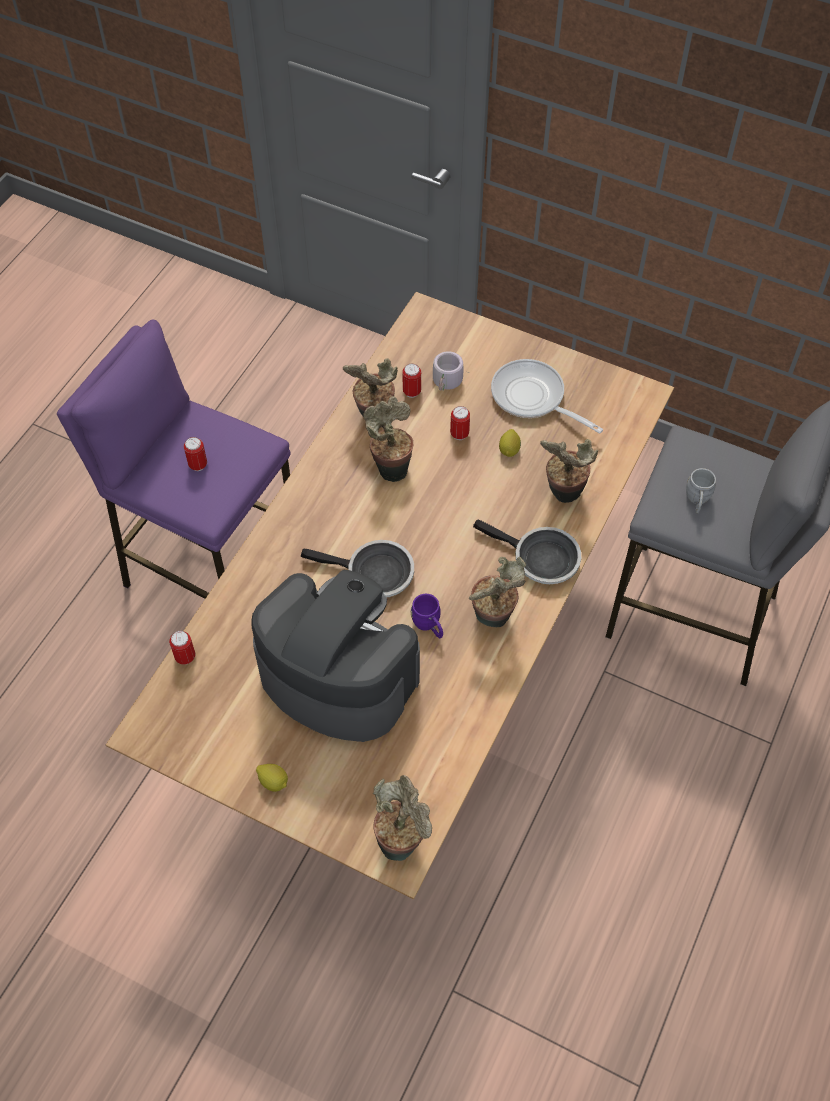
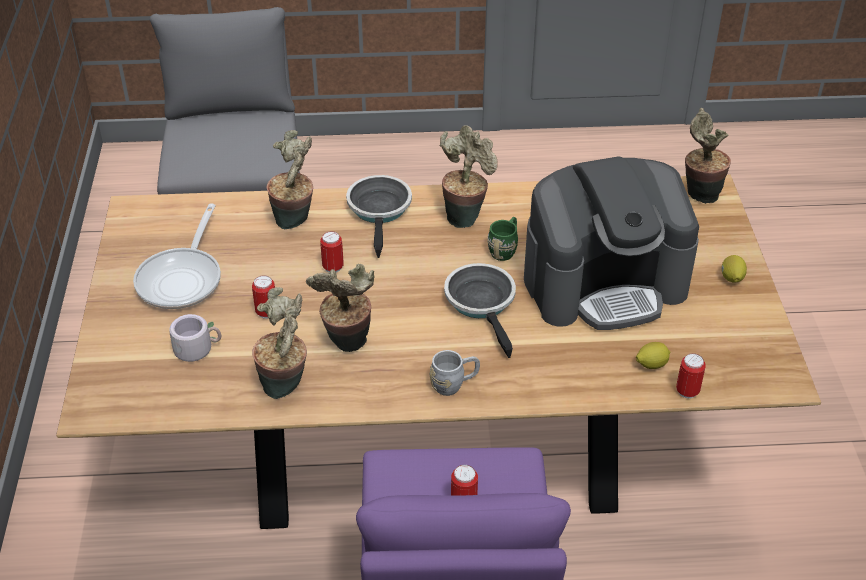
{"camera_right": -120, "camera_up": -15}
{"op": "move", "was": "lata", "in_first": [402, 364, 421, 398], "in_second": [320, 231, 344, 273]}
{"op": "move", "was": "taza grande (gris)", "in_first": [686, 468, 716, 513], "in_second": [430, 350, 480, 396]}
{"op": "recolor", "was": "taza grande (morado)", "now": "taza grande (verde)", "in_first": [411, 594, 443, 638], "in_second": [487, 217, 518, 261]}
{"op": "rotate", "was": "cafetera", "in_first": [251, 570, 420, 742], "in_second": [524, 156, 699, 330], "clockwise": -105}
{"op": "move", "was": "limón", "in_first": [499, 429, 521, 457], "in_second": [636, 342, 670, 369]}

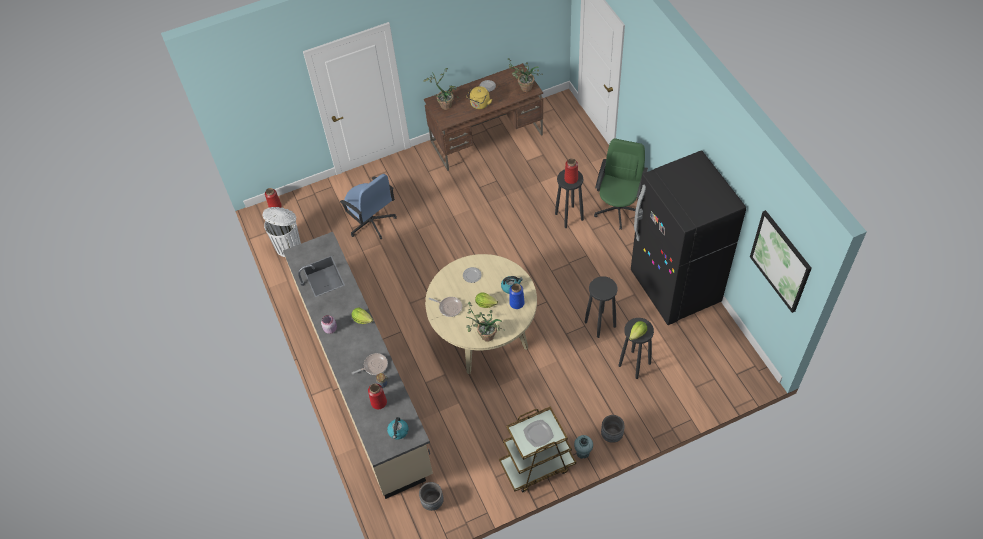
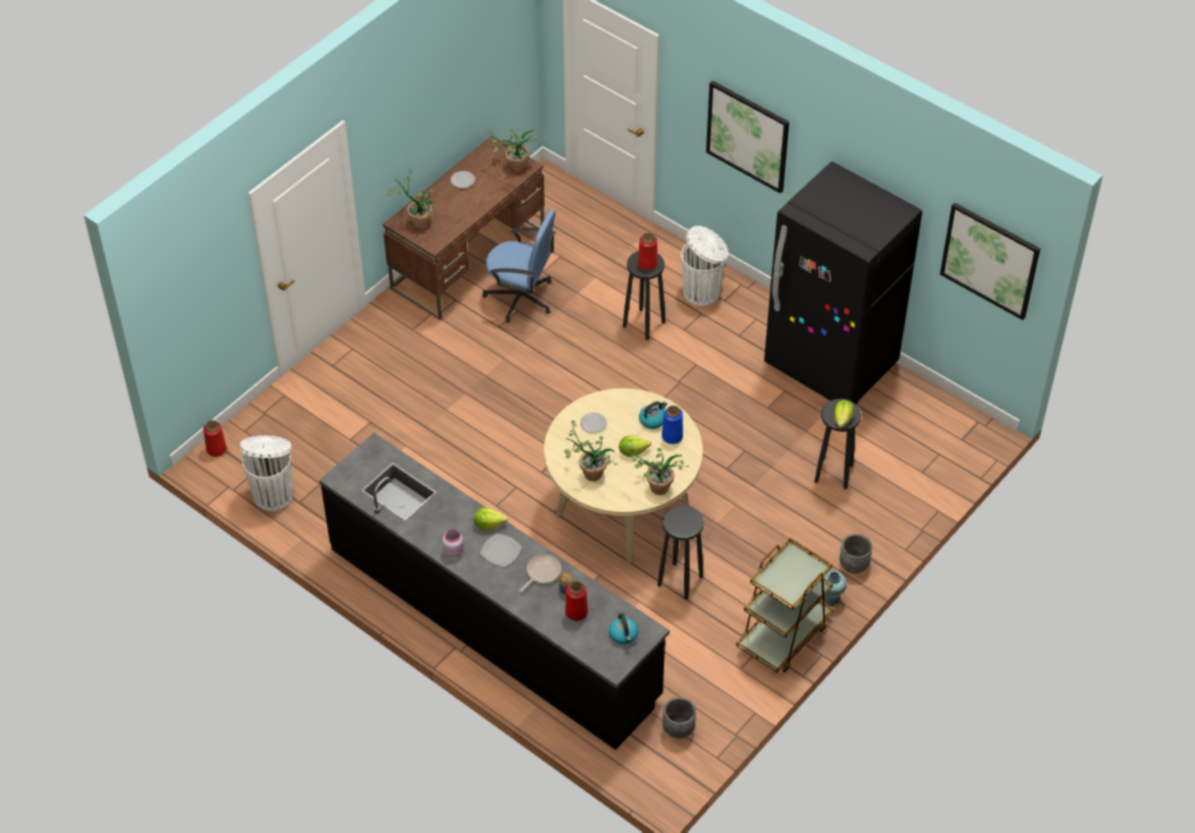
{"camera_right": -30, "camera_up": -5}
{"op": "recolor", "was": "mueble bajo de cocina (beis)", "now": "mueble bajo de cocina (negro)", "in_first": [283, 232, 433, 499], "in_second": [319, 433, 670, 750]}
{"op": "move", "was": "plato", "in_first": [523, 420, 554, 447], "in_second": [480, 533, 522, 567]}
{"op": "move", "was": "silla de oficina (azul)", "in_first": [340, 174, 397, 240], "in_second": [482, 209, 556, 323]}
{"op": "replace", "was": "sartén", "now": "planta en maceta", "in_first": [429, 297, 462, 317], "in_second": [564, 420, 618, 481]}
{"op": "move", "was": "taburete (negro)", "in_first": [584, 276, 617, 338], "in_second": [657, 505, 704, 600]}
{"op": "replace", "was": "silla de oficina (verde)", "now": "papelera (blanco)", "in_first": [594, 138, 648, 230], "in_second": [681, 226, 728, 306]}
{"op": "insert", "now": "cuadro", "in_second": [706, 81, 789, 194]}
{"op": "delete", "was": "hervidor (amarillo)", "in_first": [466, 86, 492, 109]}

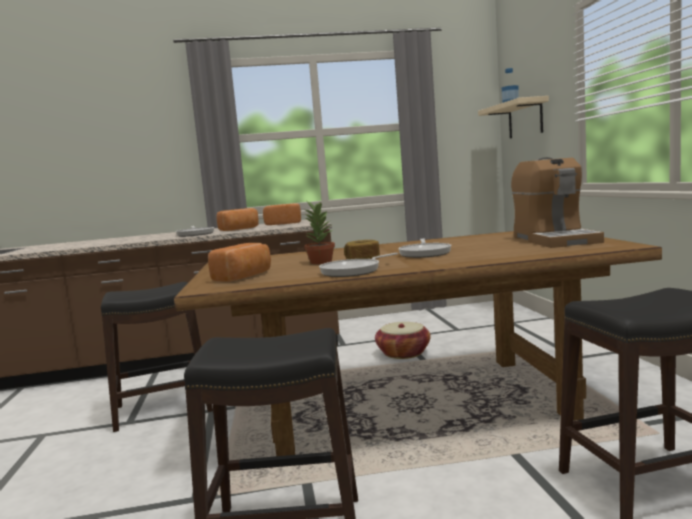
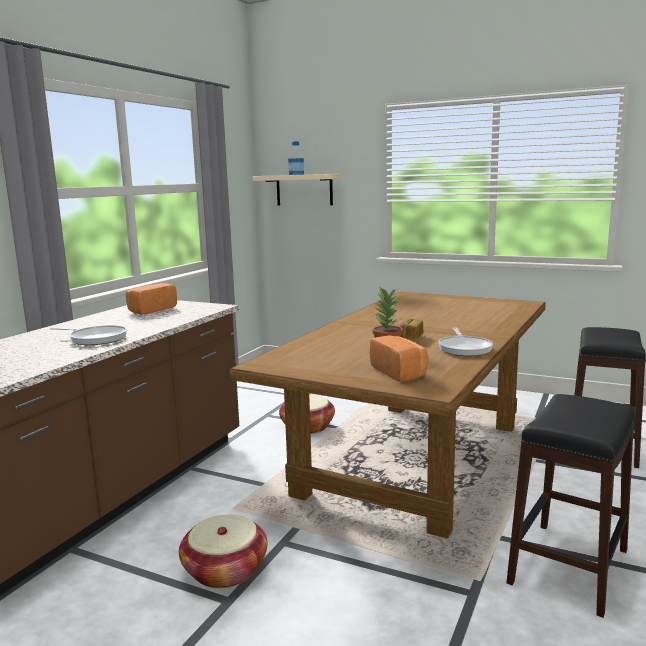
{"camera_right": -55, "camera_up": 5}
{"op": "replace", "was": "taburete (negro)", "now": "cesta", "in_first": [101, 282, 213, 432], "in_second": [179, 515, 268, 588]}
{"op": "delete", "was": "pan", "in_first": [217, 208, 259, 231]}
{"op": "delete", "was": "sartén", "in_first": [398, 239, 451, 258]}
{"op": "delete", "was": "cafetera", "in_first": [511, 157, 604, 248]}

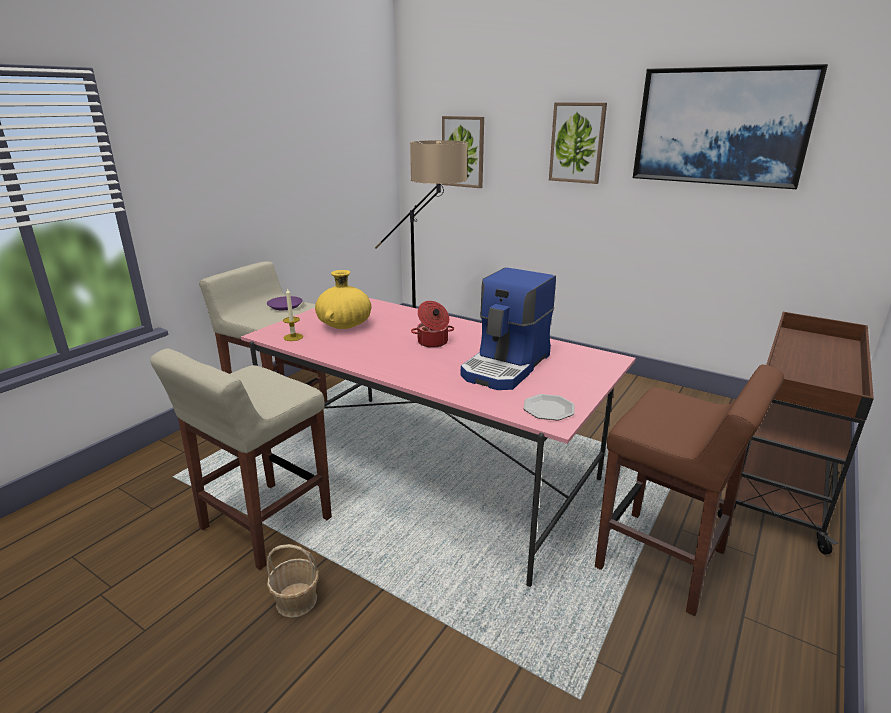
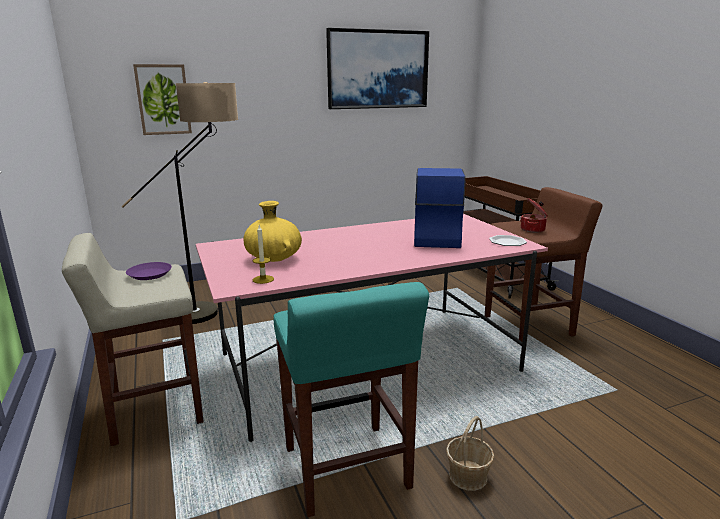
{"camera_right": -55, "camera_up": -5}
{"op": "recolor", "was": "taburete (beis)", "now": "taburete (turquesa)", "in_first": [150, 348, 332, 570], "in_second": [273, 282, 429, 517]}
{"op": "rotate", "was": "cafetera", "in_first": [461, 268, 556, 390], "in_second": [414, 168, 466, 248], "clockwise": -150}
{"op": "move", "was": "olla", "in_first": [411, 301, 454, 348], "in_second": [520, 198, 547, 233]}
{"op": "delete", "was": "cuadro", "in_first": [549, 102, 607, 184]}

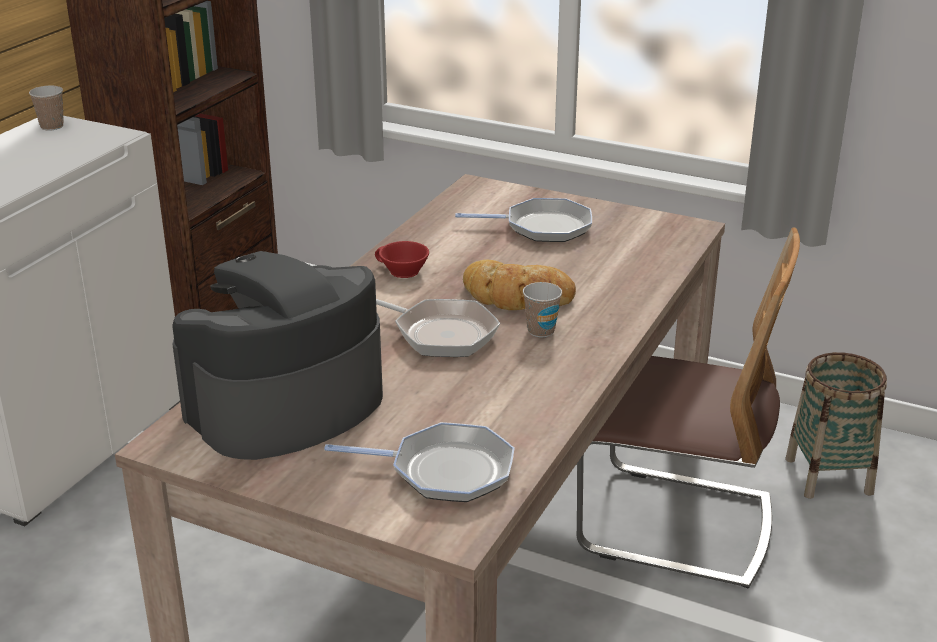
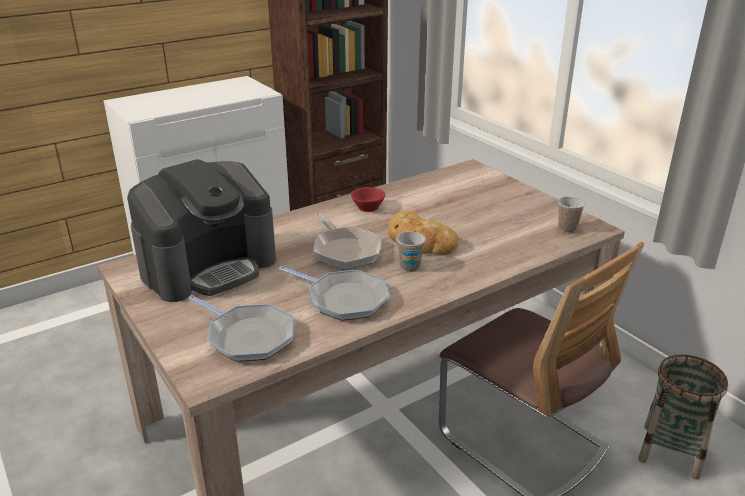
{"camera_right": 30, "camera_up": 0}
{"op": "rotate", "was": "cafetera", "in_first": [172, 251, 383, 460], "in_second": [127, 159, 276, 302], "clockwise": 150}
{"op": "move", "was": "sartén", "in_first": [455, 198, 592, 242], "in_second": [279, 266, 390, 321]}
{"op": "move", "was": "taza", "in_first": [29, 86, 64, 131], "in_second": [558, 196, 585, 233]}

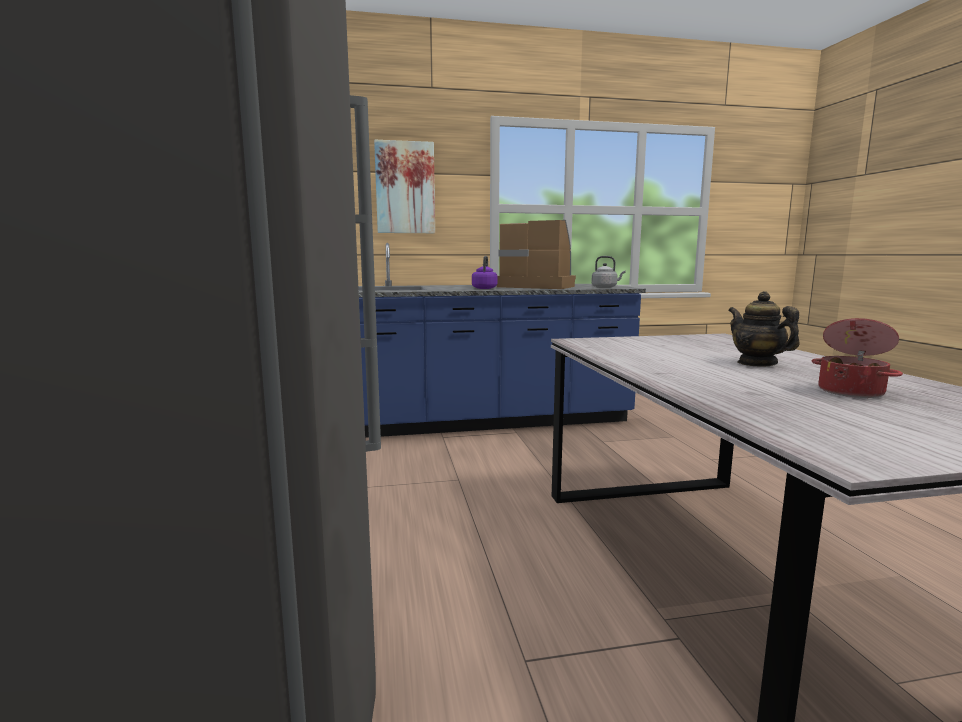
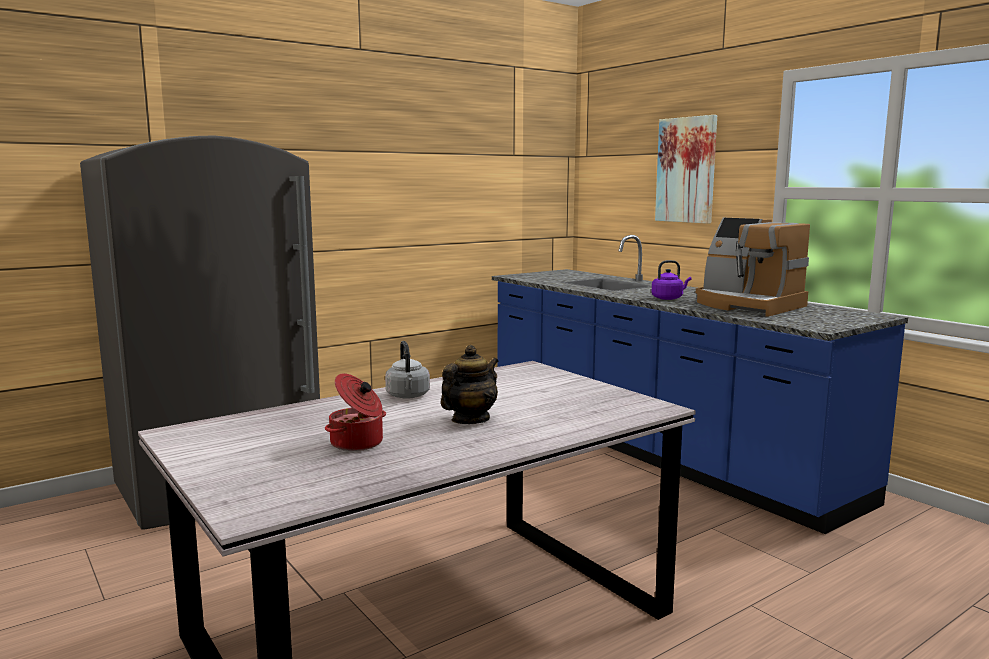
{"camera_right": 65, "camera_up": 0}
{"op": "move", "was": "hervidor (gris)", "in_first": [591, 256, 626, 288], "in_second": [385, 341, 430, 399]}
{"op": "rotate", "was": "cafetera", "in_first": [497, 220, 576, 289], "in_second": [696, 218, 810, 317], "clockwise": 135}

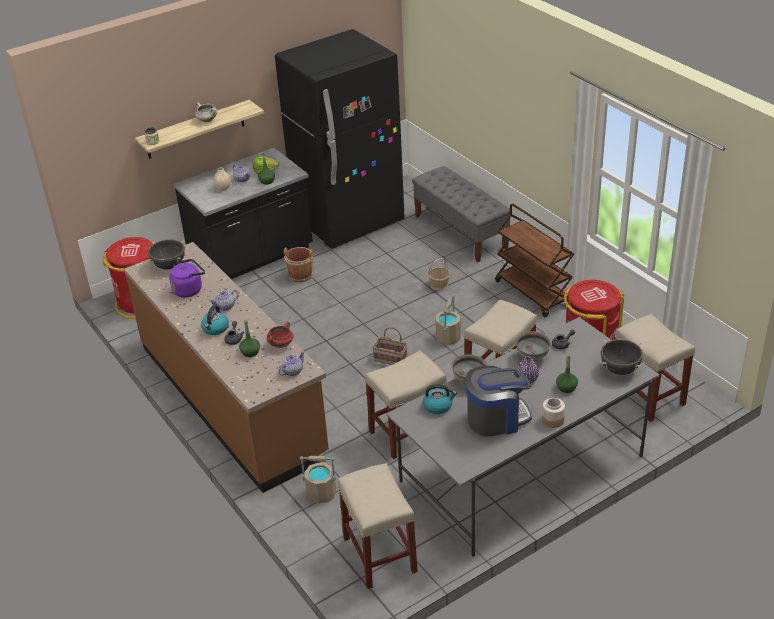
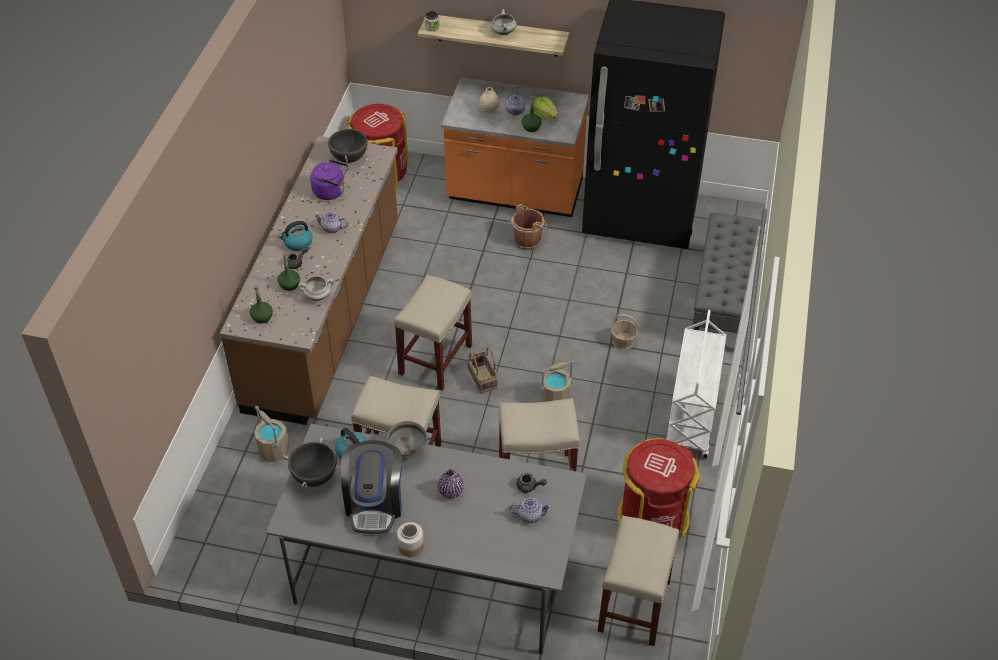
{"camera_right": 45, "camera_up": 10}
{"op": "move", "was": "botella (verde)", "in_first": [556, 355, 578, 393], "in_second": [250, 285, 273, 323]}
{"op": "move", "was": "olla (negro)", "in_first": [600, 339, 643, 375], "in_second": [283, 438, 341, 488]}
{"op": "recolor", "was": "olla (rojo)", "now": "olla (blanco)", "in_first": [267, 322, 294, 348], "in_second": [298, 276, 334, 301]}
{"op": "rotate", "was": "cafetera", "in_first": [465, 366, 532, 436], "in_second": [341, 440, 402, 534], "clockwise": 60}
{"op": "move", "was": "taburete (beis)", "in_first": [337, 463, 418, 589], "in_second": [394, 275, 472, 391]}
{"op": "recolor", "was": "mueble bajo de cocina (negro)", "now": "mueble bajo de cocina (naranja)", "in_first": [173, 148, 313, 279], "in_second": [441, 77, 589, 217]}
{"op": "move", "was": "tetera", "in_first": [278, 351, 305, 376], "in_second": [509, 497, 551, 523]}
{"op": "recolor", "was": "carrito (marrón)", "now": "carrito (blanco)", "in_first": [495, 204, 574, 317], "in_second": [666, 310, 726, 458]}
{"op": "delete", "was": "cuenco (gris)", "in_first": [516, 331, 551, 362]}

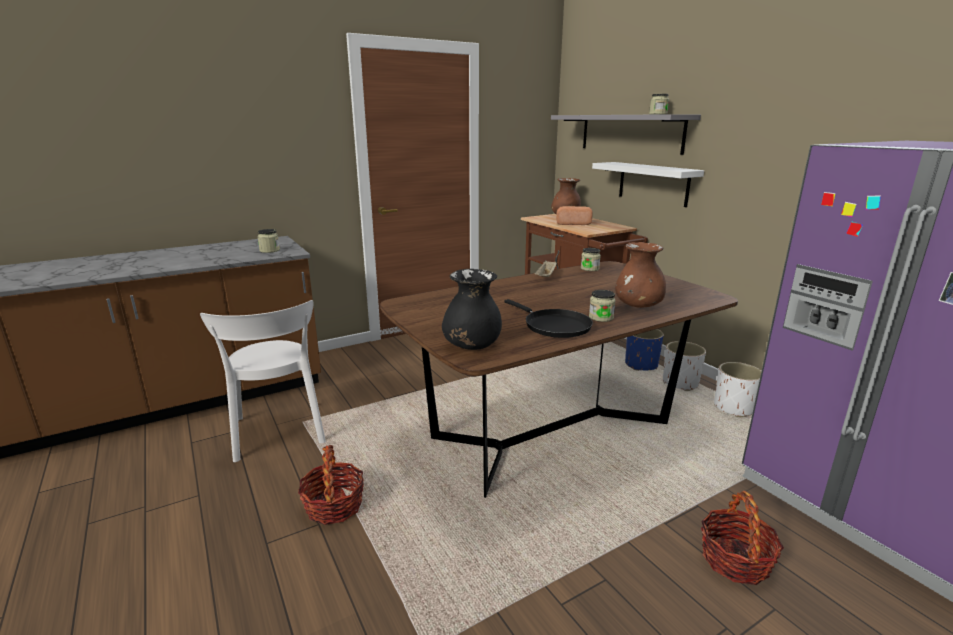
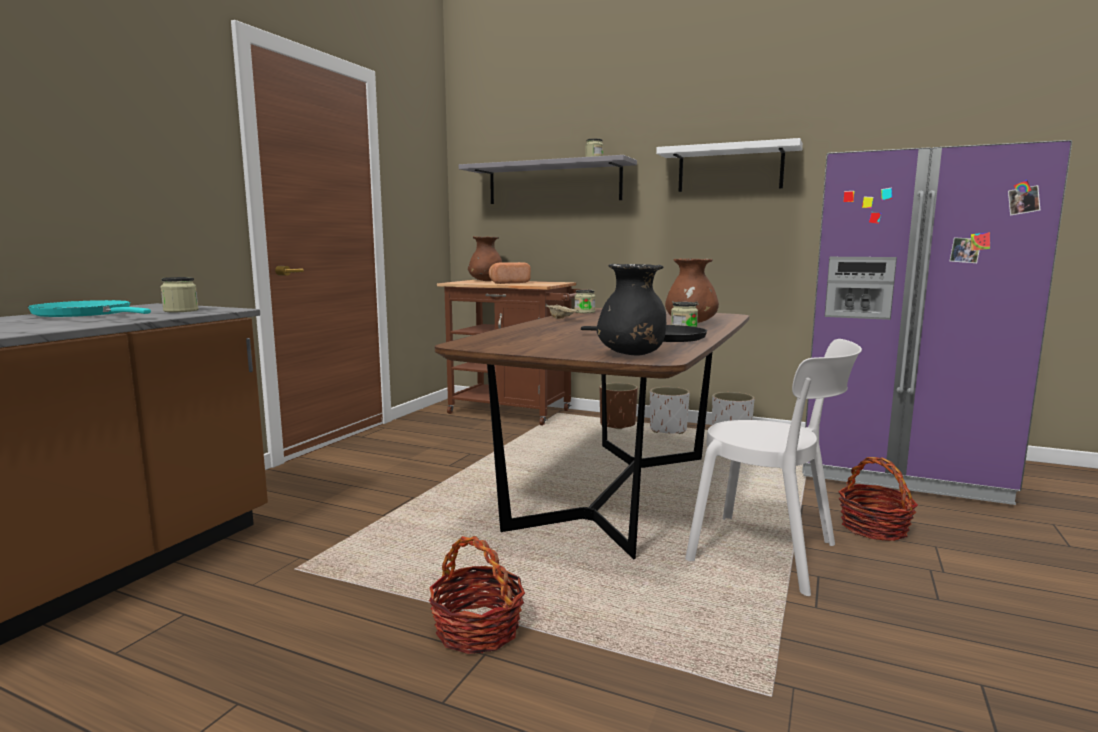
{"camera_right": -35, "camera_up": -10}
{"op": "insert", "now": "sartén (turquesa)", "in_second": [28, 300, 151, 317]}
{"op": "recolor", "was": "maceta (azul)", "now": "maceta (marrón)", "in_first": [625, 329, 664, 371], "in_second": [600, 383, 638, 429]}
{"op": "move", "was": "estante (blanco)", "in_first": [592, 162, 704, 207], "in_second": [656, 138, 803, 192]}
{"op": "move", "was": "silla (blanco)", "in_first": [200, 300, 326, 462], "in_second": [685, 339, 862, 596]}

